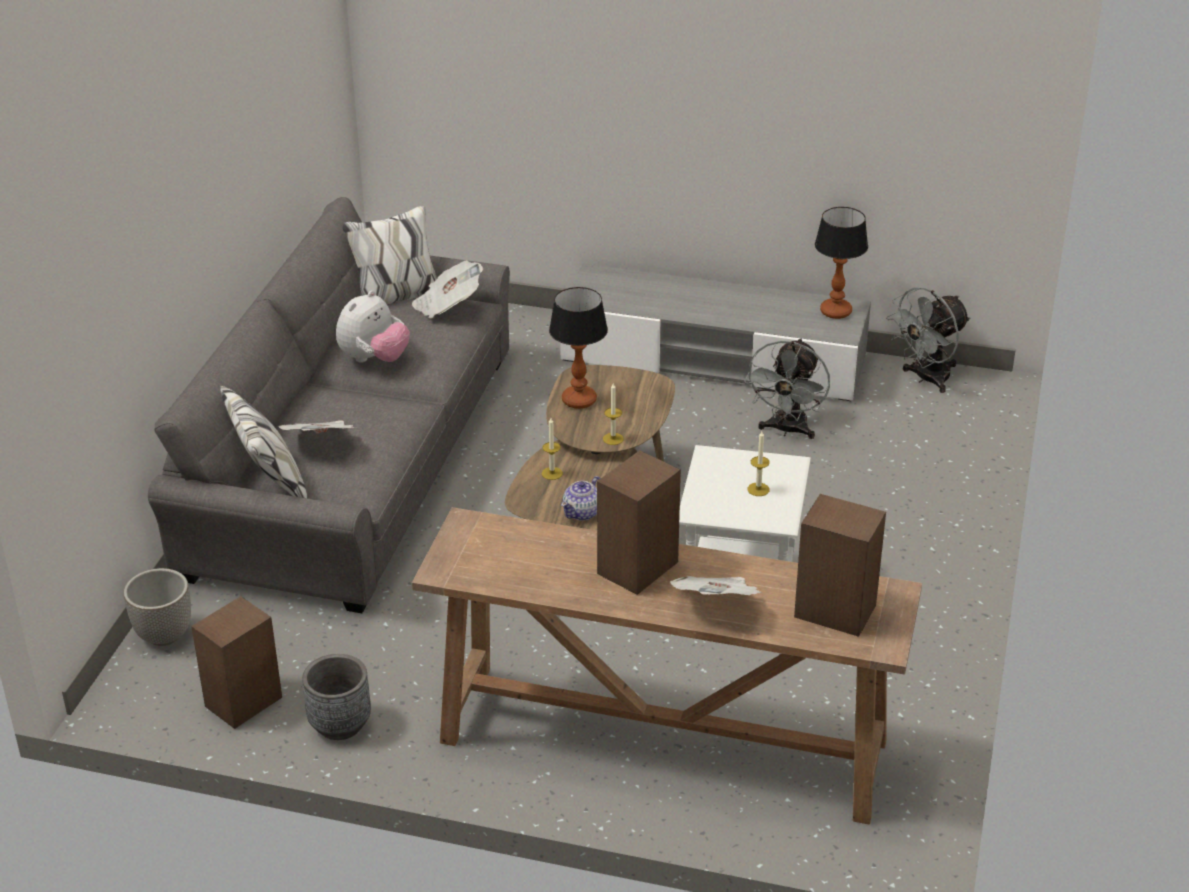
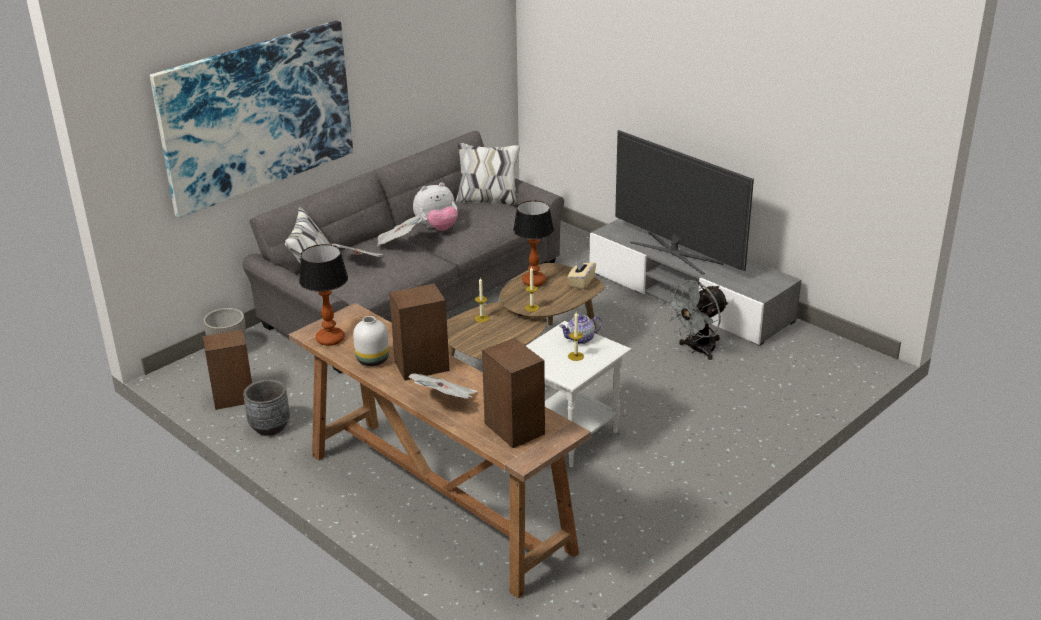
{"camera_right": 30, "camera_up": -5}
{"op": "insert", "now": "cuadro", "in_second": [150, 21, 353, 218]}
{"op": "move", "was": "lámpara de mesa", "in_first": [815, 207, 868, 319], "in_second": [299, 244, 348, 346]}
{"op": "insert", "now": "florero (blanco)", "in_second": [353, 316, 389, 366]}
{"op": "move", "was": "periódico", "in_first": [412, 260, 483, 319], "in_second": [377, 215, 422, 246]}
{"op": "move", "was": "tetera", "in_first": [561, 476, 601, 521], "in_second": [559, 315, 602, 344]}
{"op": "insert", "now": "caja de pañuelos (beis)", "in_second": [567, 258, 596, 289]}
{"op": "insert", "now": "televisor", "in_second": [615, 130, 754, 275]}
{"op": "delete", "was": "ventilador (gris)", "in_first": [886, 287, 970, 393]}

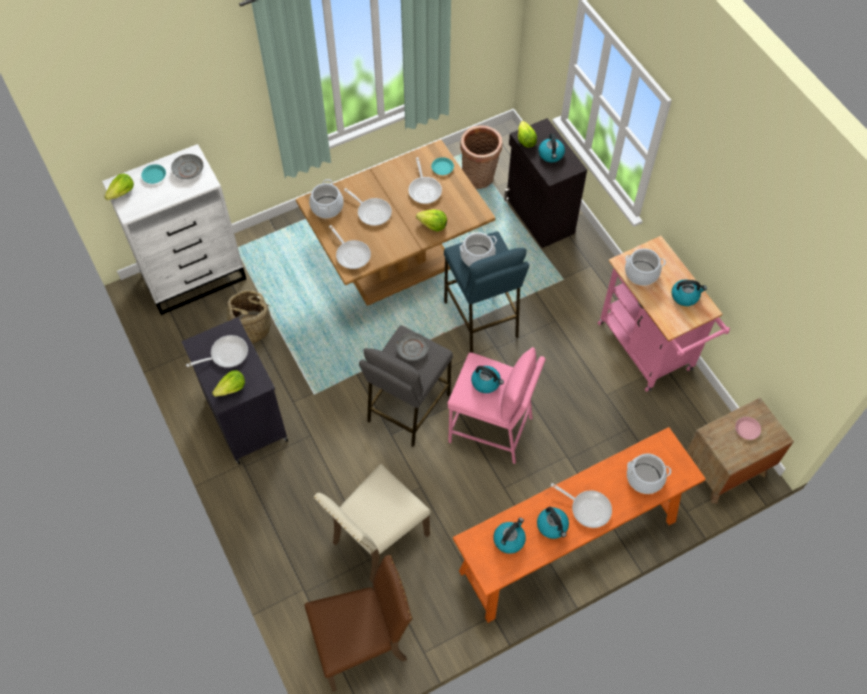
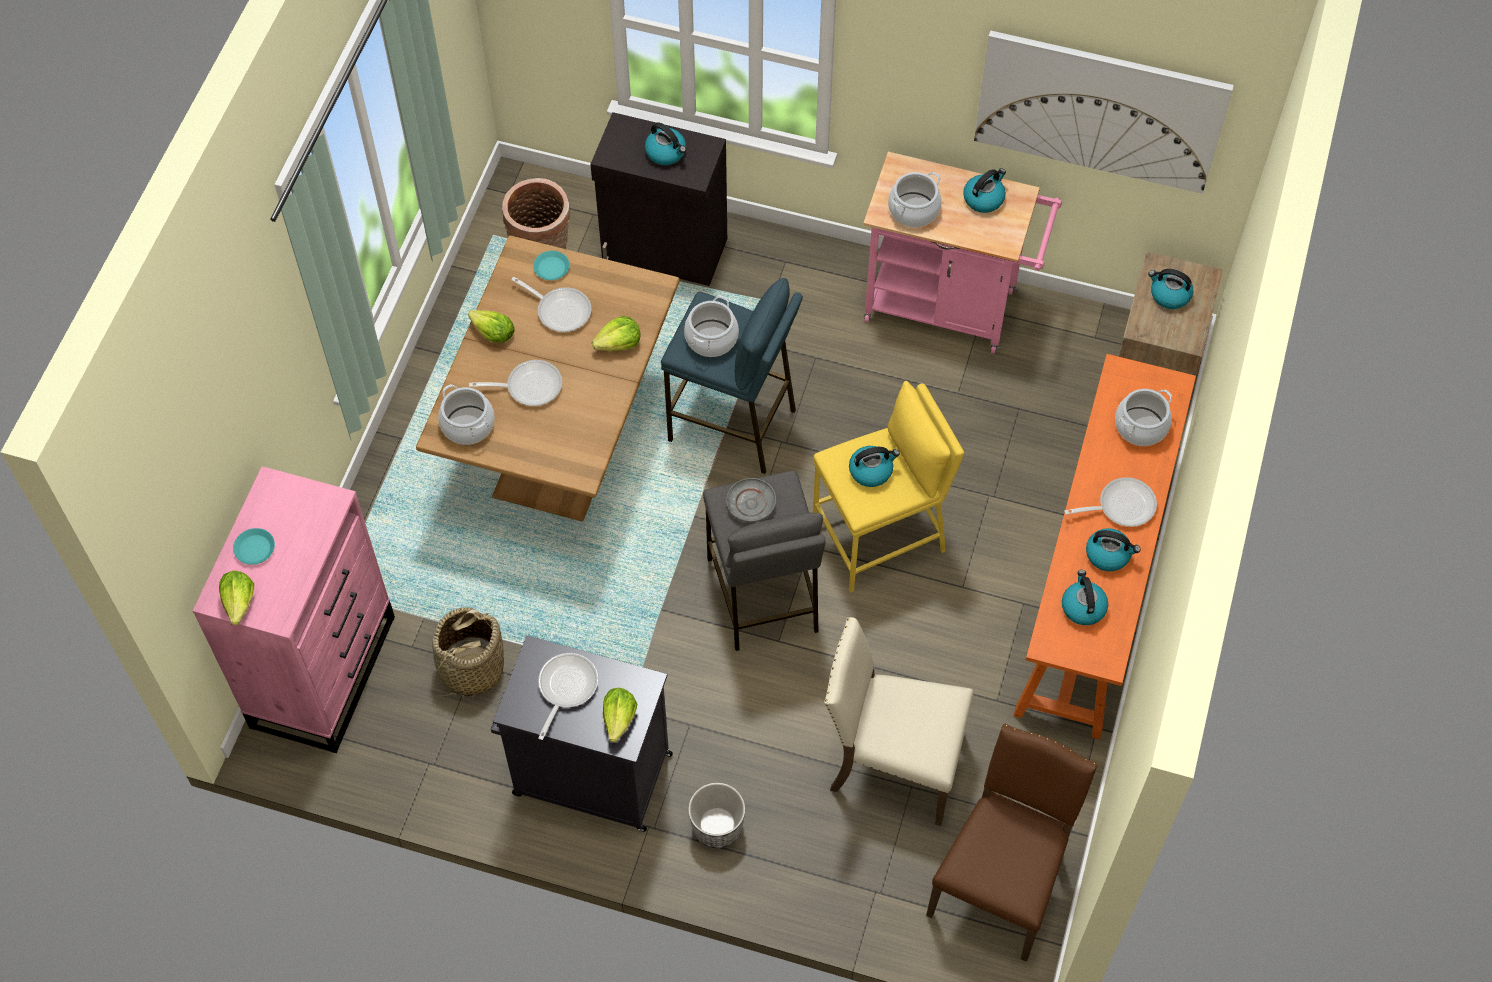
{"camera_right": -45, "camera_up": 0}
{"op": "recolor", "was": "cómoda (blanco)", "now": "cómoda (rosa)", "in_first": [102, 144, 246, 315], "in_second": [192, 466, 395, 753]}
{"op": "move", "was": "lechuga", "in_first": [518, 121, 537, 147], "in_second": [468, 310, 514, 343]}
{"op": "insert", "now": "maceta", "in_second": [688, 783, 745, 848]}
{"op": "recolor", "was": "taburete (rosa)", "now": "taburete (amarillo)", "in_first": [448, 347, 546, 464], "in_second": [813, 381, 964, 593]}
{"op": "rotate", "was": "silla (beis)", "in_first": [314, 464, 431, 582], "in_second": [824, 617, 974, 826], "clockwise": 105}
{"op": "insert", "now": "cuadro", "in_second": [974, 30, 1234, 194]}
{"op": "replace", "was": "plato (rosa)", "now": "hervidor", "in_first": [735, 417, 761, 440], "in_second": [1148, 269, 1193, 309]}
{"op": "delete", "was": "plato (gris)", "in_first": [171, 154, 204, 179]}
{"op": "delete", "was": "sartén", "in_first": [329, 225, 371, 269]}

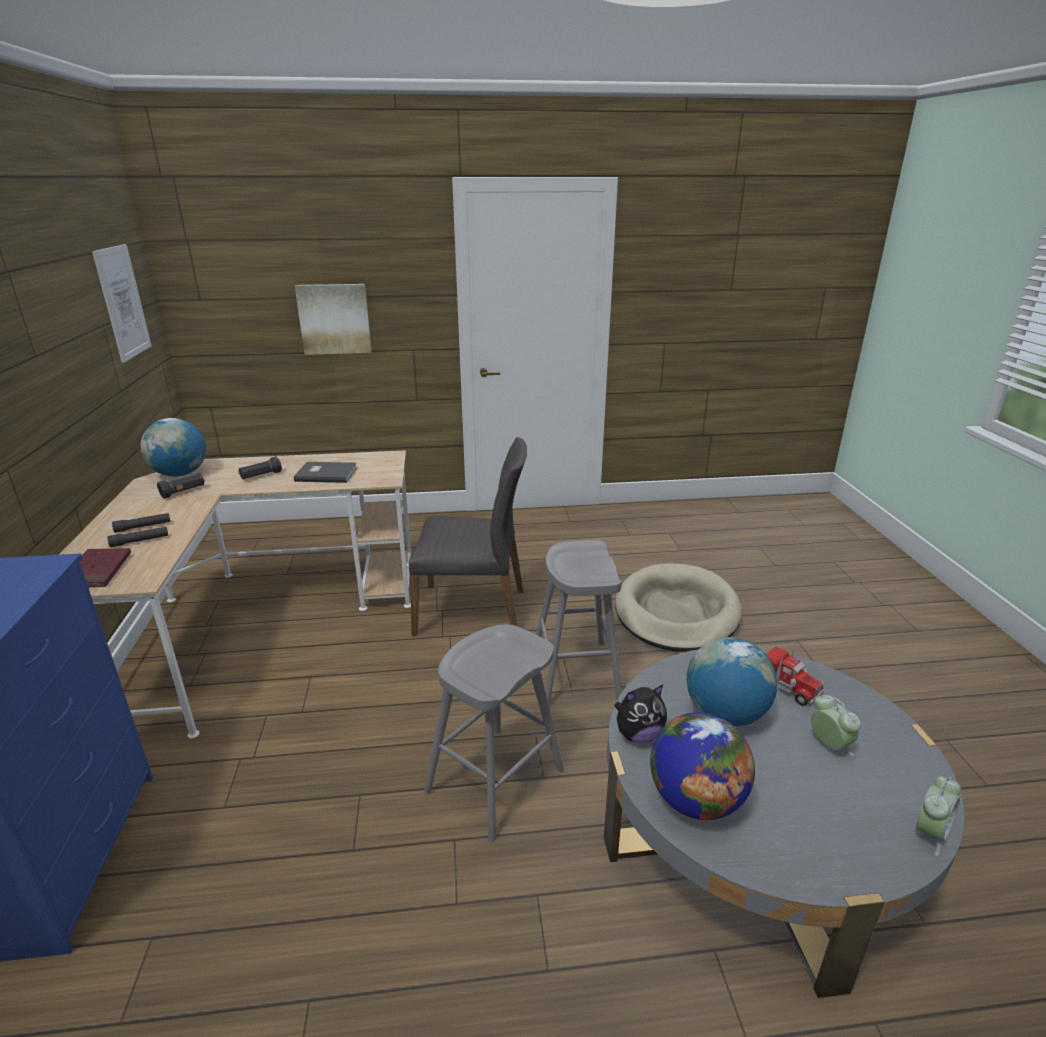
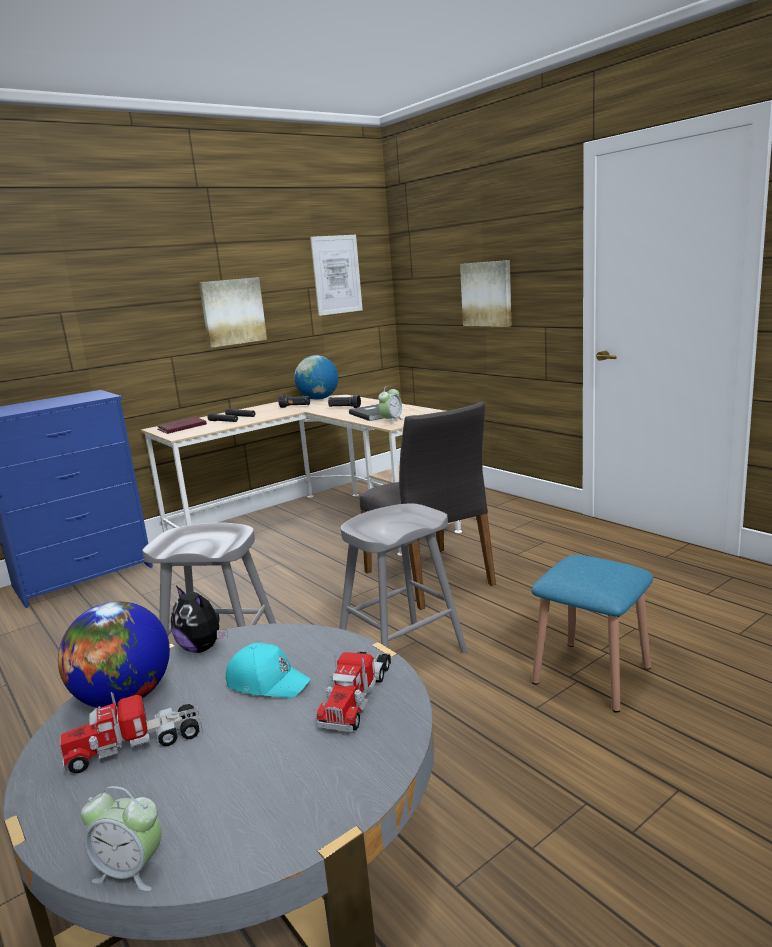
{"camera_right": 60, "camera_up": -10}
{"op": "insert", "now": "camión de juguete", "in_second": [60, 692, 203, 773]}
{"op": "insert", "now": "cuadro", "in_second": [199, 277, 267, 348]}
{"op": "replace", "was": "globo terráqueo", "now": "gorra (turquesa)", "in_first": [687, 637, 777, 726], "in_second": [225, 643, 311, 698]}
{"op": "move", "was": "despertador", "in_first": [811, 695, 861, 756], "in_second": [378, 386, 403, 424]}
{"op": "replace", "was": "cama para perro (beis)", "now": "taburete (azul)", "in_first": [615, 563, 742, 652], "in_second": [531, 555, 653, 713]}

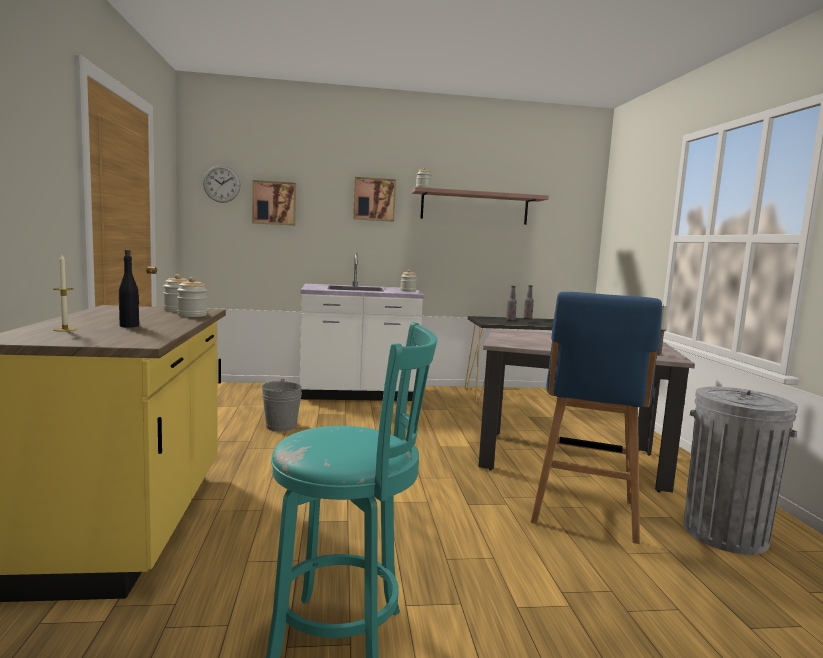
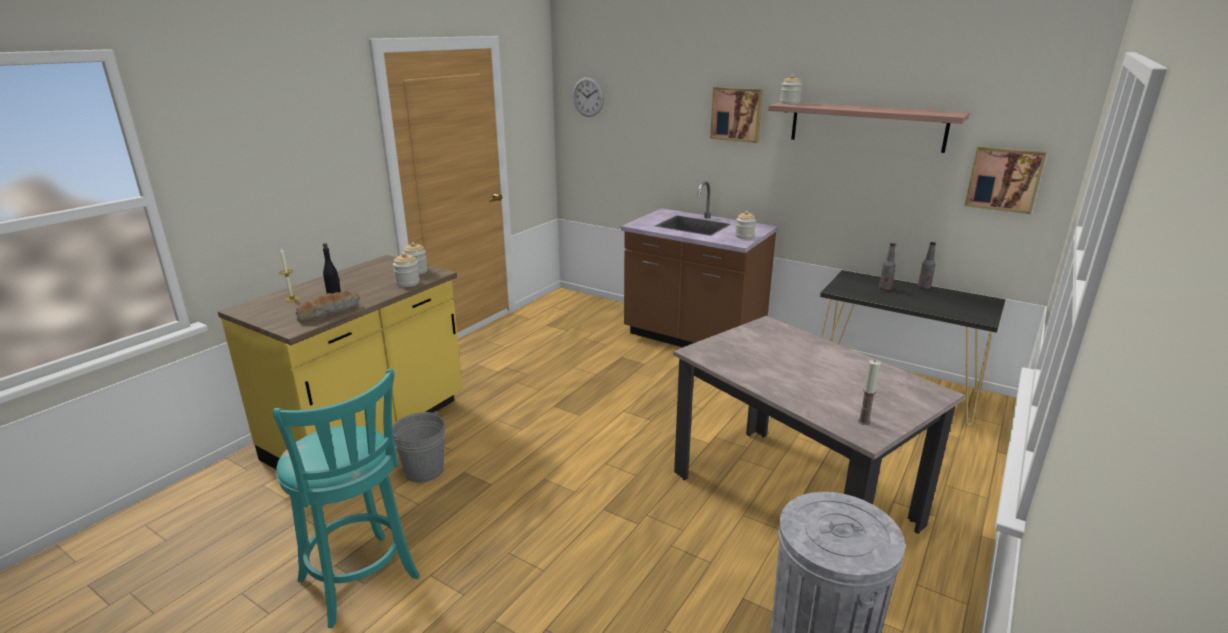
{"camera_right": 40, "camera_up": 15}
{"op": "insert", "now": "pan", "in_second": [295, 291, 359, 323]}
{"op": "move", "was": "cubo (gris)", "in_first": [261, 379, 302, 431], "in_second": [392, 411, 445, 483]}
{"op": "recolor", "was": "mueble bajo de cocina (blanco)", "now": "mueble bajo de cocina (marrón)", "in_first": [300, 253, 425, 401], "in_second": [621, 181, 778, 347]}
{"op": "move", "was": "cuadro", "in_first": [252, 180, 296, 226], "in_second": [965, 146, 1047, 214]}
{"op": "delete", "was": "taburete (azul)", "in_first": [531, 292, 662, 544]}

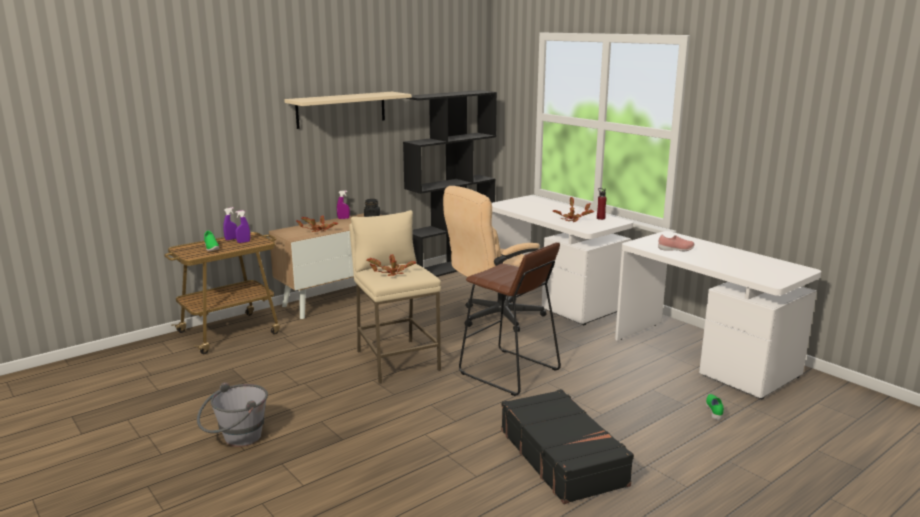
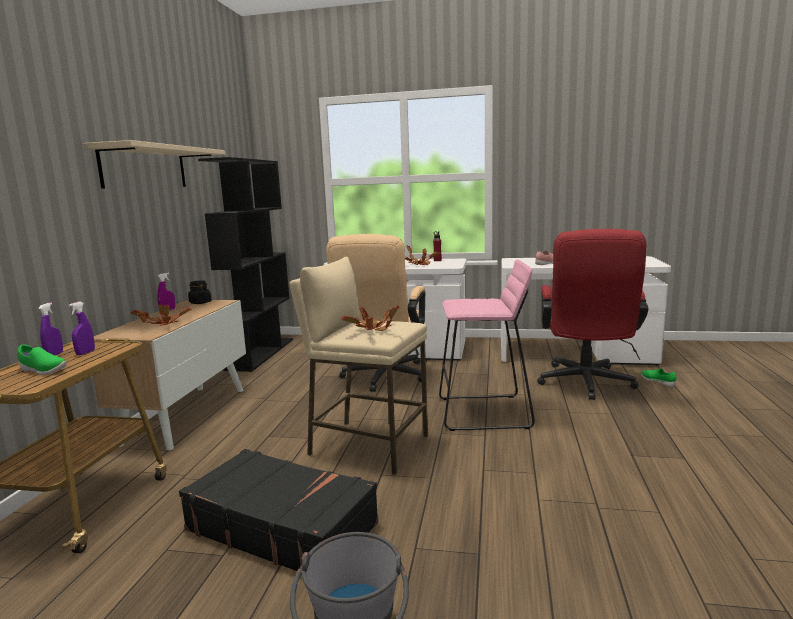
{"camera_right": -40, "camera_up": -5}
{"op": "move", "was": "maleta (negro)", "in_first": [501, 389, 634, 504], "in_second": [179, 449, 379, 575]}
{"op": "recolor", "was": "taburete (marrón)", "now": "taburete (rosa)", "in_first": [459, 242, 561, 396], "in_second": [439, 259, 535, 431]}
{"op": "insert", "now": "silla de oficina (rojo)", "in_second": [537, 229, 648, 400]}

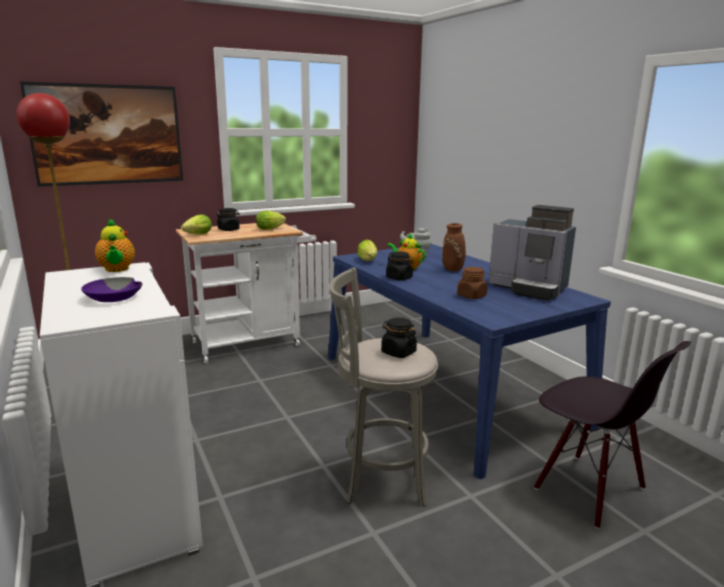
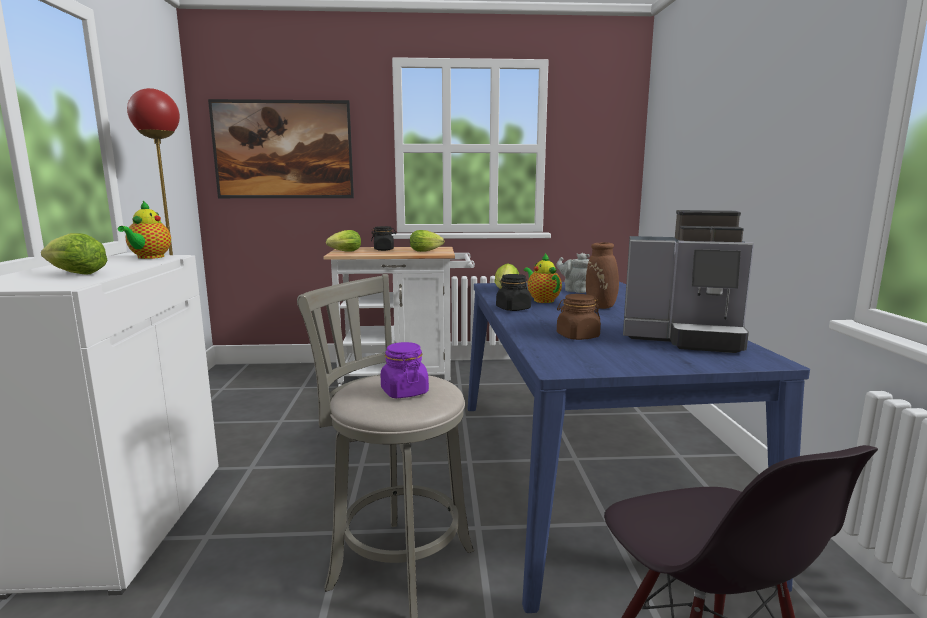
{"camera_right": 25, "camera_up": -5}
{"op": "replace", "was": "cuenco (morado)", "now": "lechuga", "in_first": [81, 277, 142, 302], "in_second": [41, 233, 107, 275]}
{"op": "recolor", "was": "tarro (negro)", "now": "tarro (morado)", "in_first": [381, 317, 417, 358], "in_second": [380, 342, 429, 398]}
{"op": "rotate", "was": "cafetera", "in_first": [488, 205, 576, 301], "in_second": [623, 210, 754, 353], "clockwise": -45}

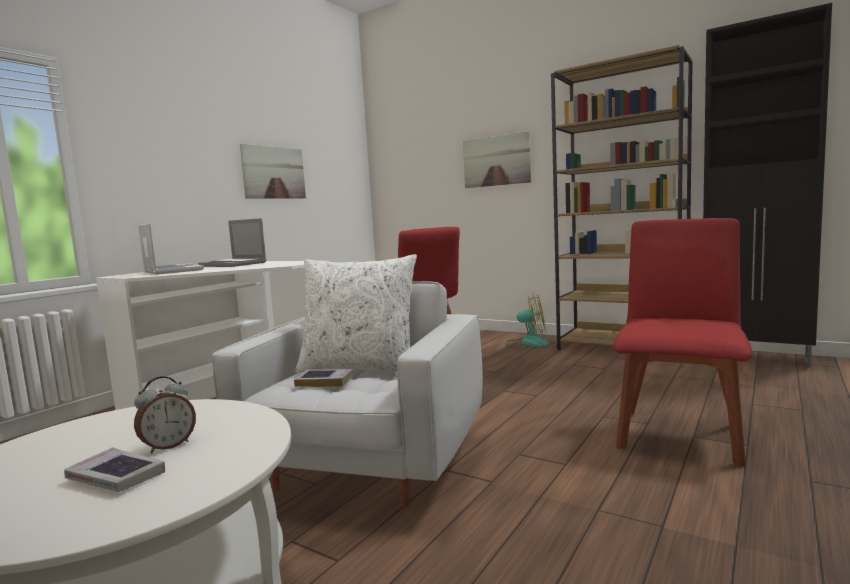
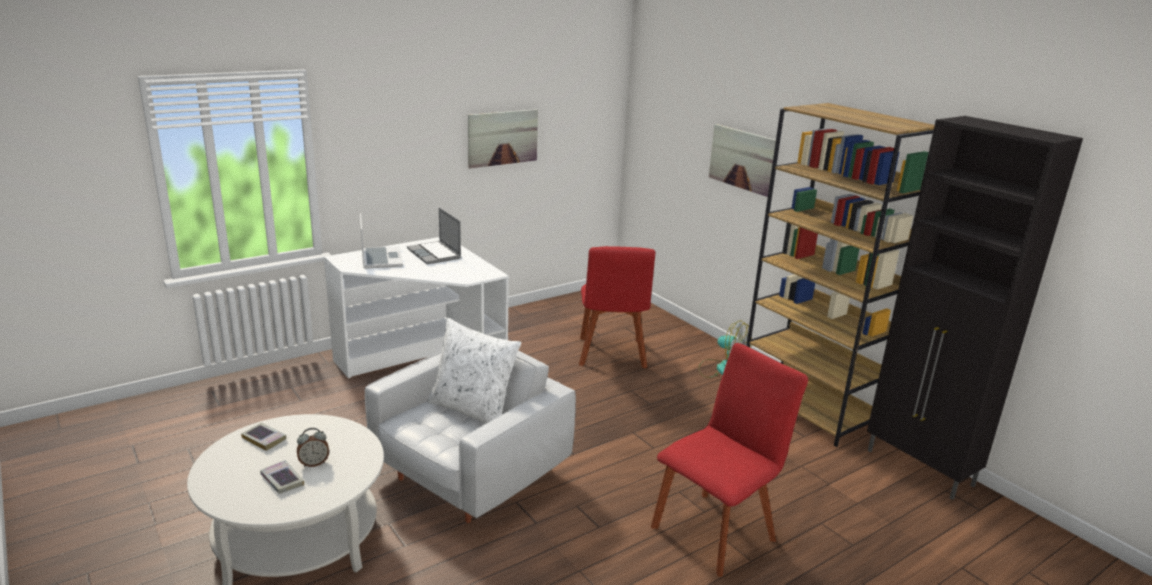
{"camera_right": 20, "camera_up": 15}
{"op": "move", "was": "libro", "in_first": [294, 369, 353, 387], "in_second": [241, 423, 287, 451]}

